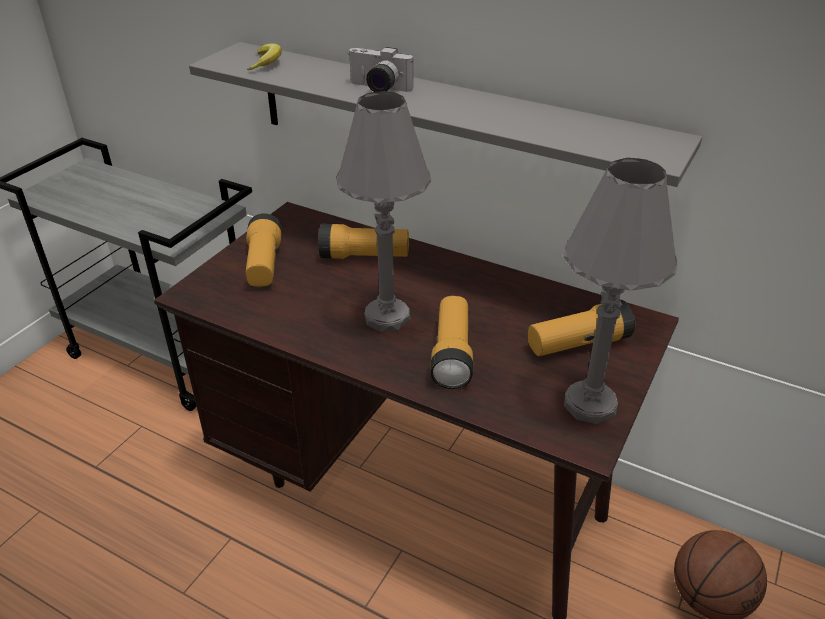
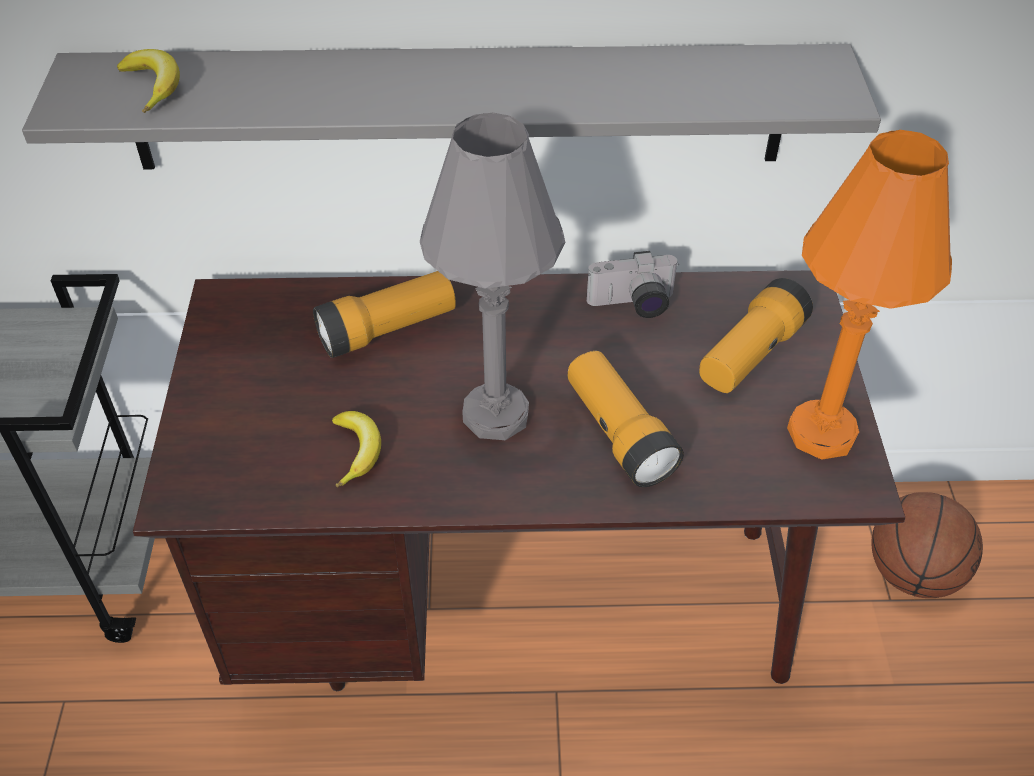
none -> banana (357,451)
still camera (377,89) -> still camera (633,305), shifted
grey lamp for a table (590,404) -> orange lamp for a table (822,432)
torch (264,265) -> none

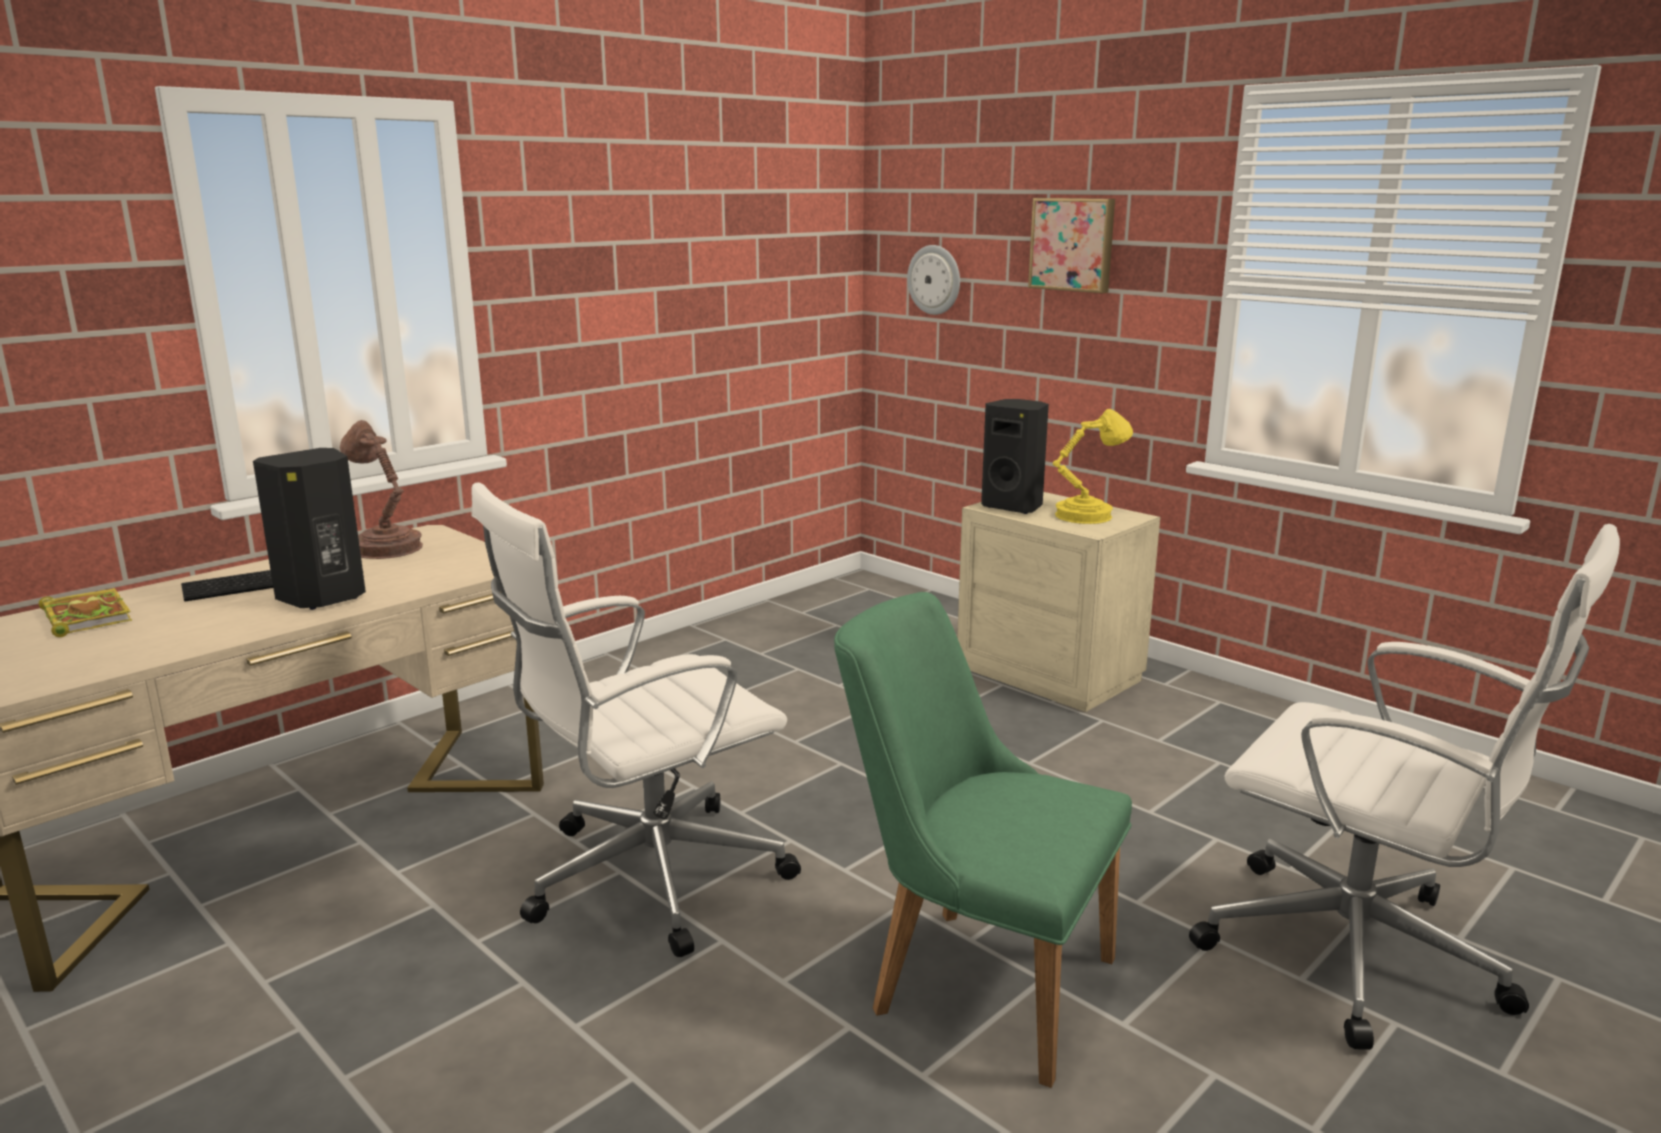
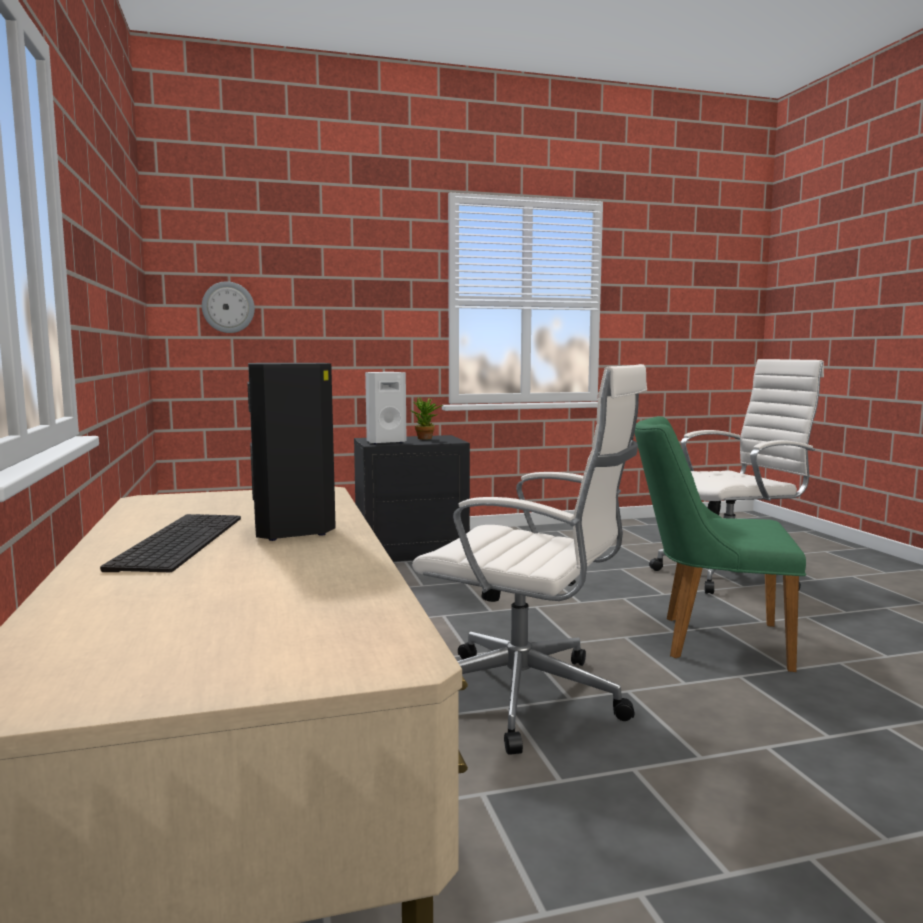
beige bedside table (1051,674) -> blackish bedside table (411,550)
blackish speaker (1014,507) -> white-coloured speaker (385,442)
yellow lamp for a table (1087,515) -> potted plant (426,439)
white-coloured computer chair (647,877) -> white-coloured computer chair (527,699), 60 degrees counterclockwise
green-coloured plain chair (971,979) -> green-coloured plain chair (709,639), 45 degrees clockwise
book (85,617) -> none
brown lamp for a table (384,547) -> none
wall picture (1073,244) -> none

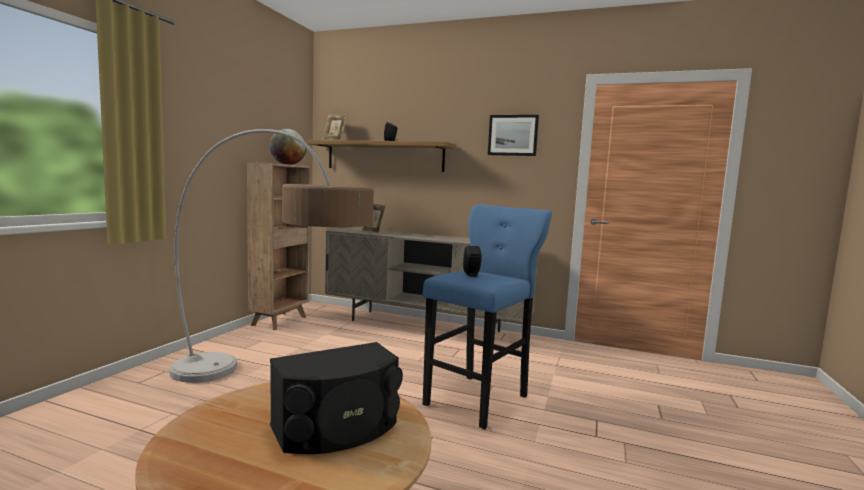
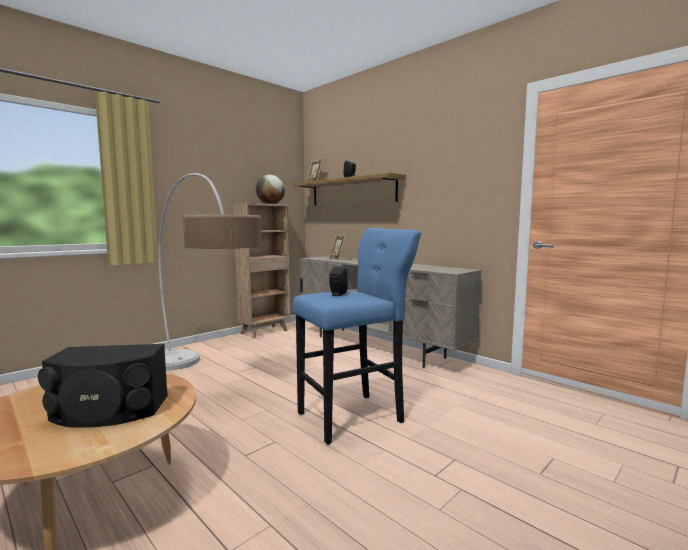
wall picture (513,135) -> none

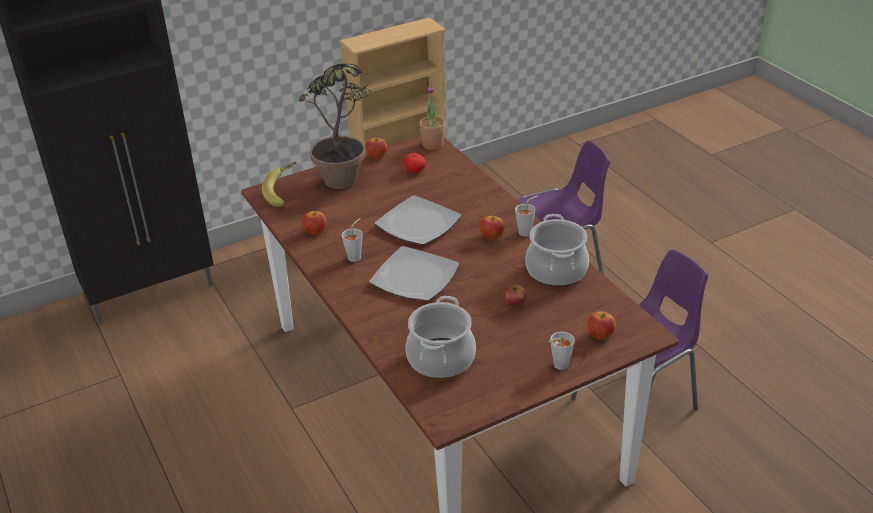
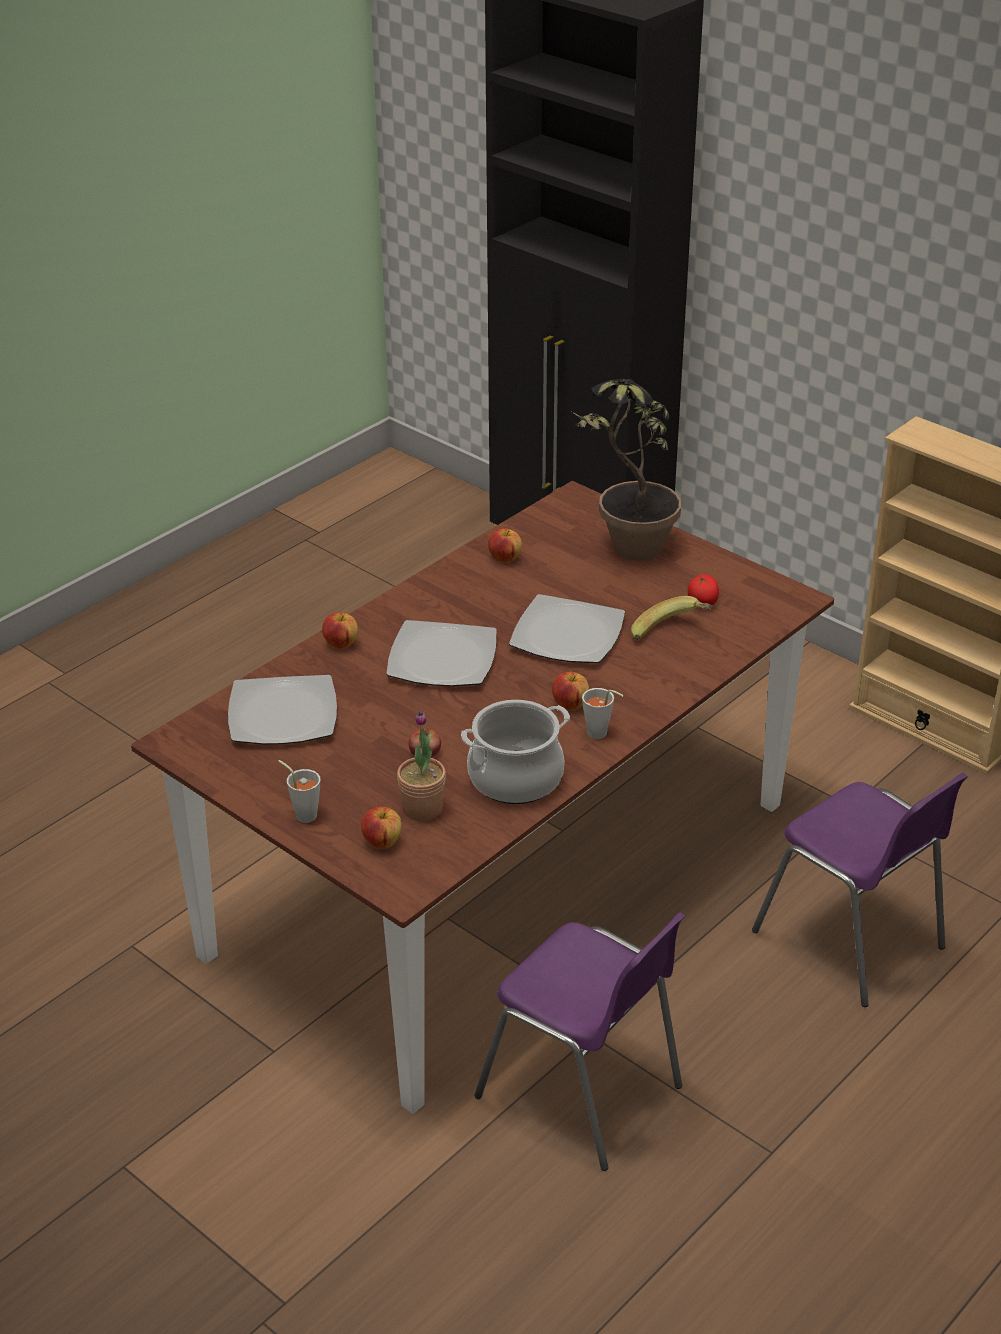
cooking pot (440,358) -> plate (284,714)
apple fruit (376,157) -> apple fruit (341,644), shifted
potted plant (433,144) -> potted plant (422,809), shifted
banana (284,194) -> banana (671,634), shifted
grey small cup (356,256) -> none

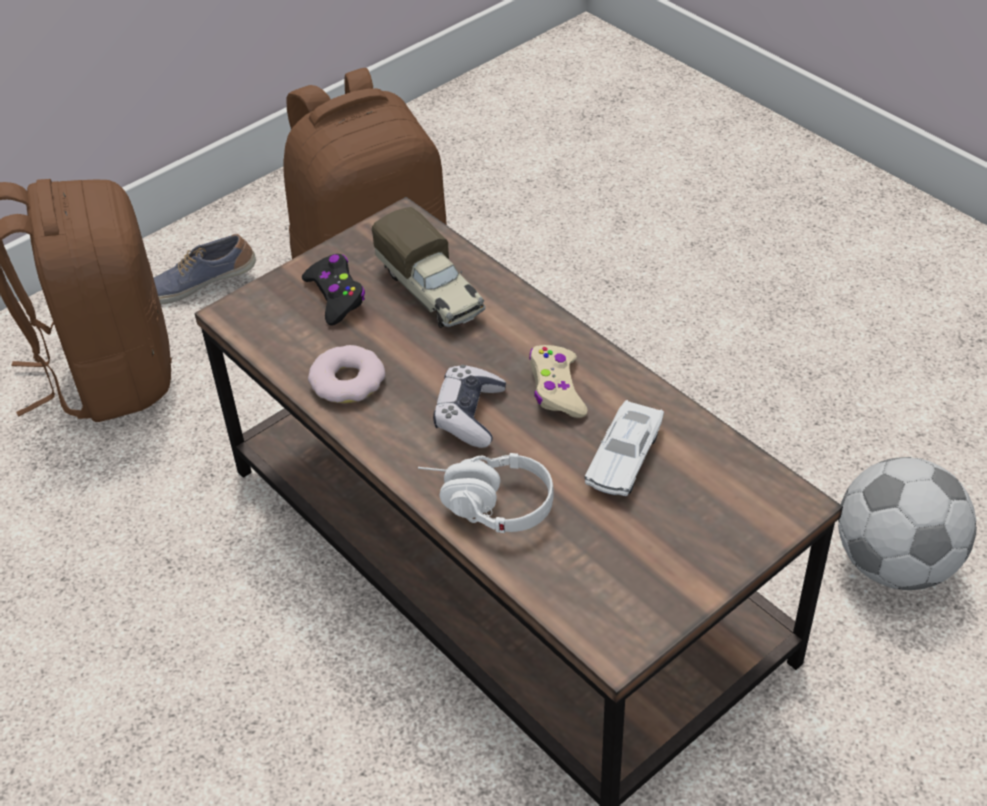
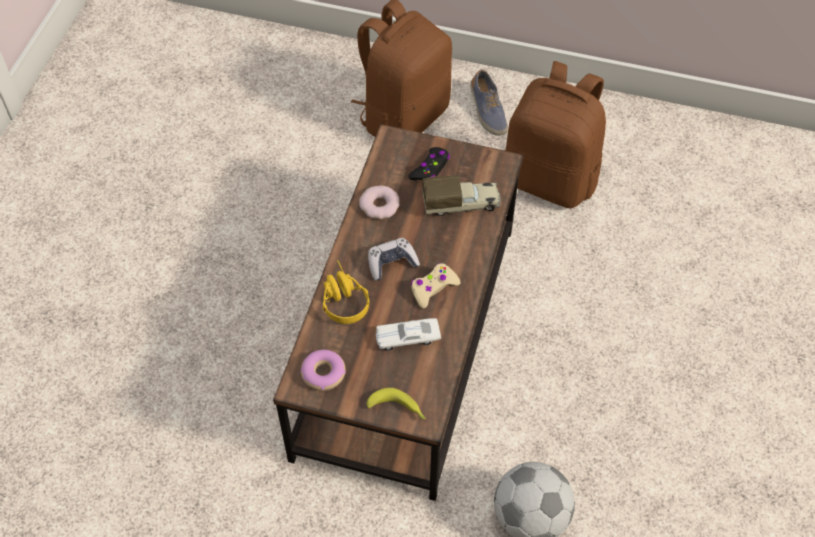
none -> ring doughnut (323,373)
white-coloured pair of headphones (484,505) -> yellow pair of headphones (341,298)
none -> banana (398,409)
toy lorry (432,292) -> toy lorry (461,204), 120 degrees counterclockwise
item of footwear (200,284) -> item of footwear (487,111), 150 degrees counterclockwise

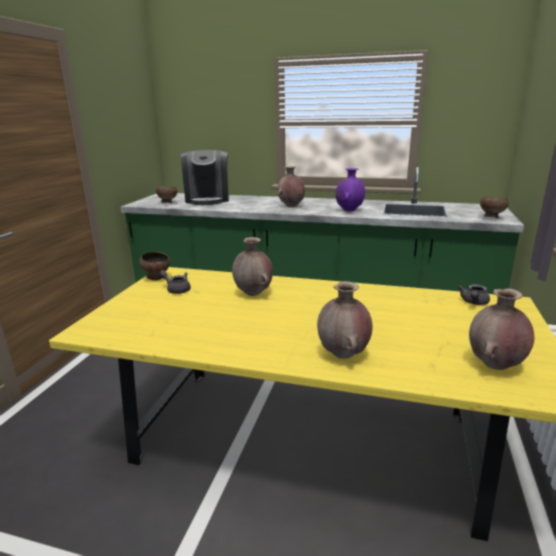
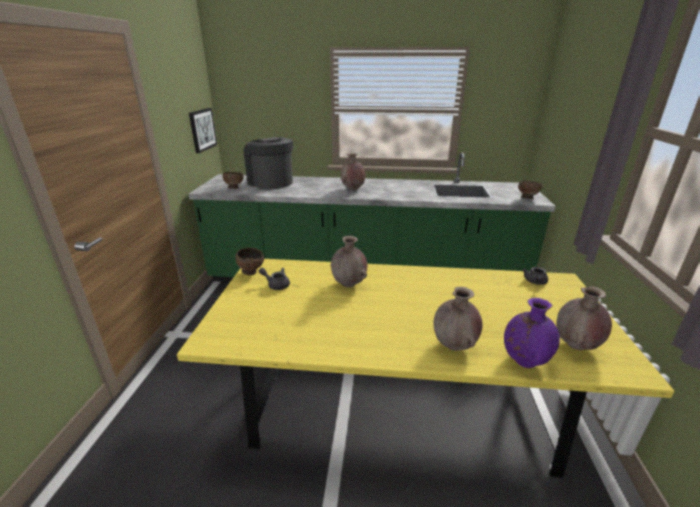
none -> wall picture (202,129)
coffee machine (207,199) -> coffee machine (271,182), 150 degrees clockwise
purple decorative vase (349,210) -> purple decorative vase (524,361), shifted

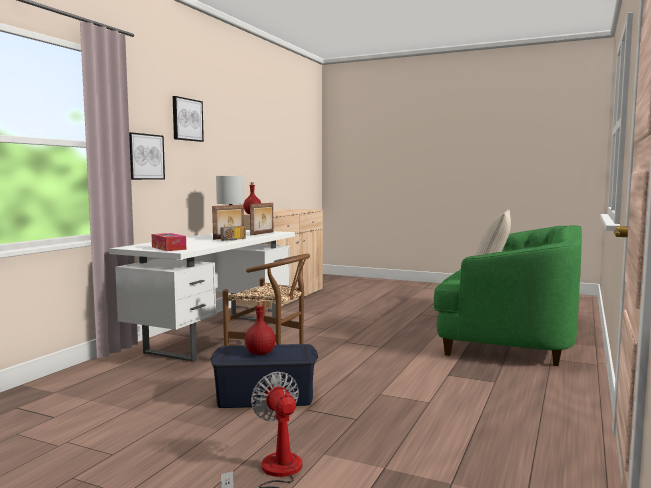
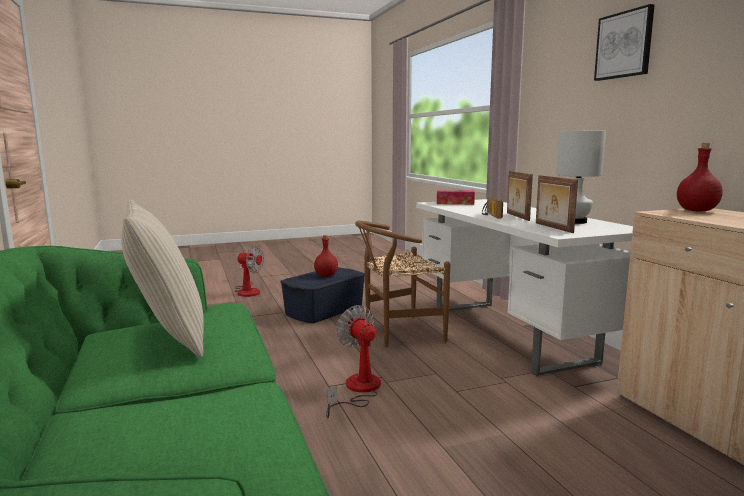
none -> fan (358,390)
wall picture (145,157) -> none

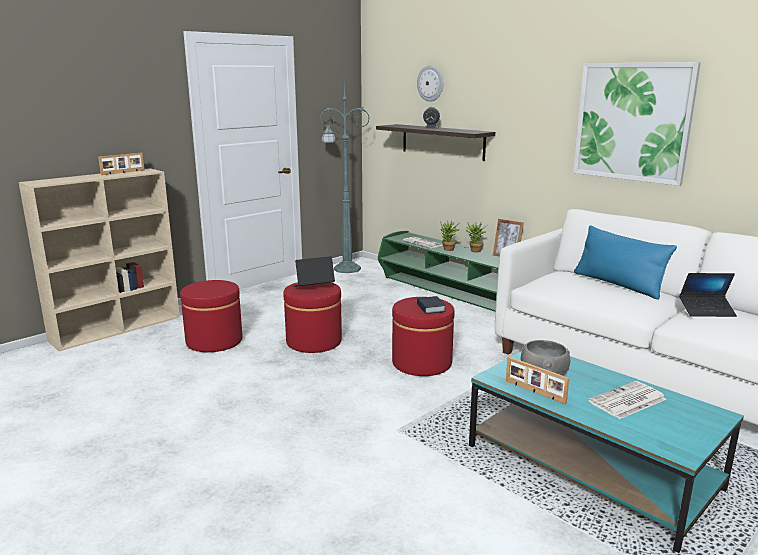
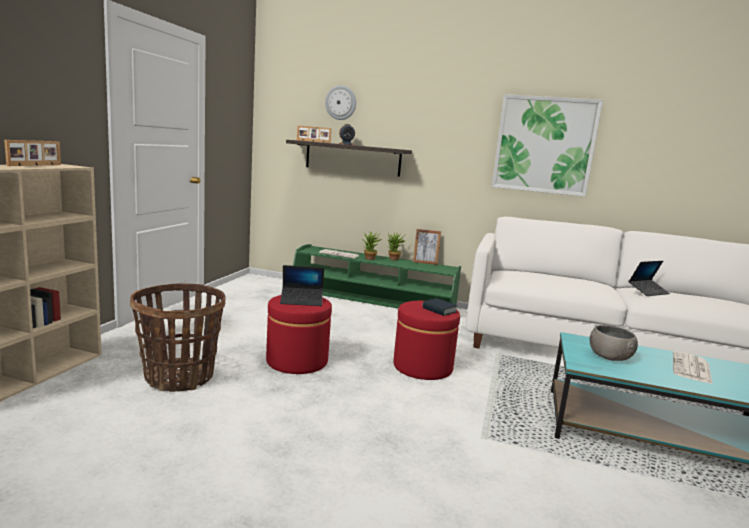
red pouffe (214,341) -> storage basket (180,377)
notebook computer (313,288) -> notebook computer (301,301), 135 degrees counterclockwise
picture frame (534,392) -> picture frame (313,141), shifted
green-coloured standard lamp (345,269) -> none
bluish cushion (617,284) -> none

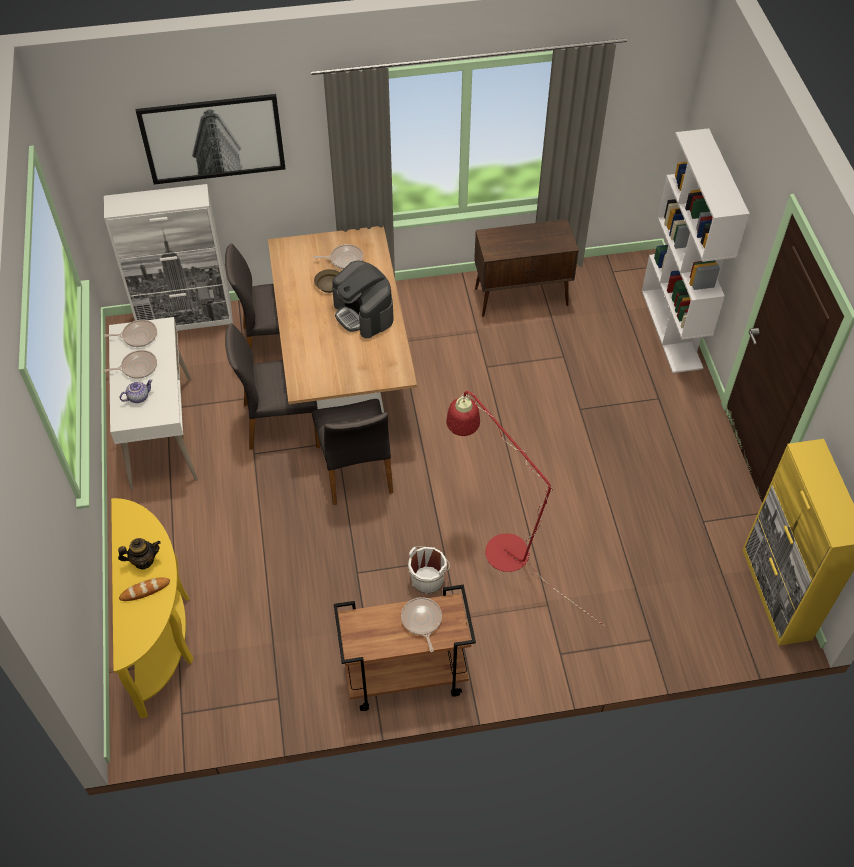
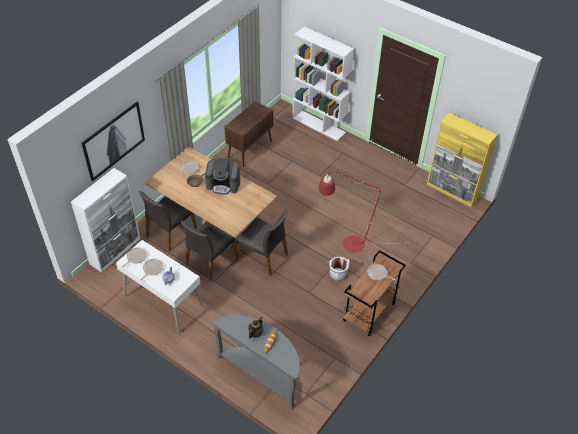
yellow narrow table (162,633) -> grey narrow table (262,373)

